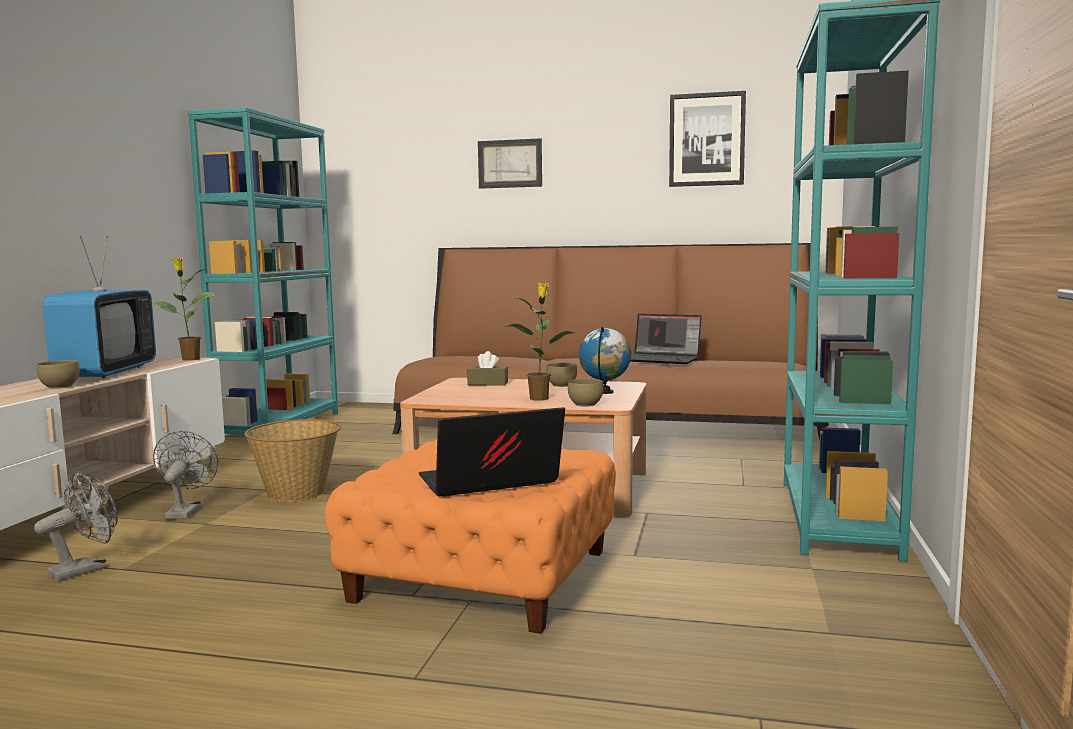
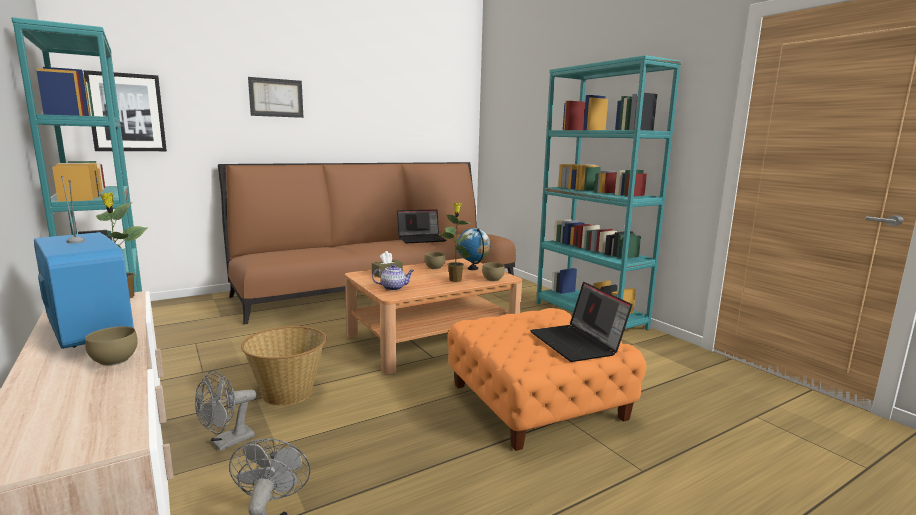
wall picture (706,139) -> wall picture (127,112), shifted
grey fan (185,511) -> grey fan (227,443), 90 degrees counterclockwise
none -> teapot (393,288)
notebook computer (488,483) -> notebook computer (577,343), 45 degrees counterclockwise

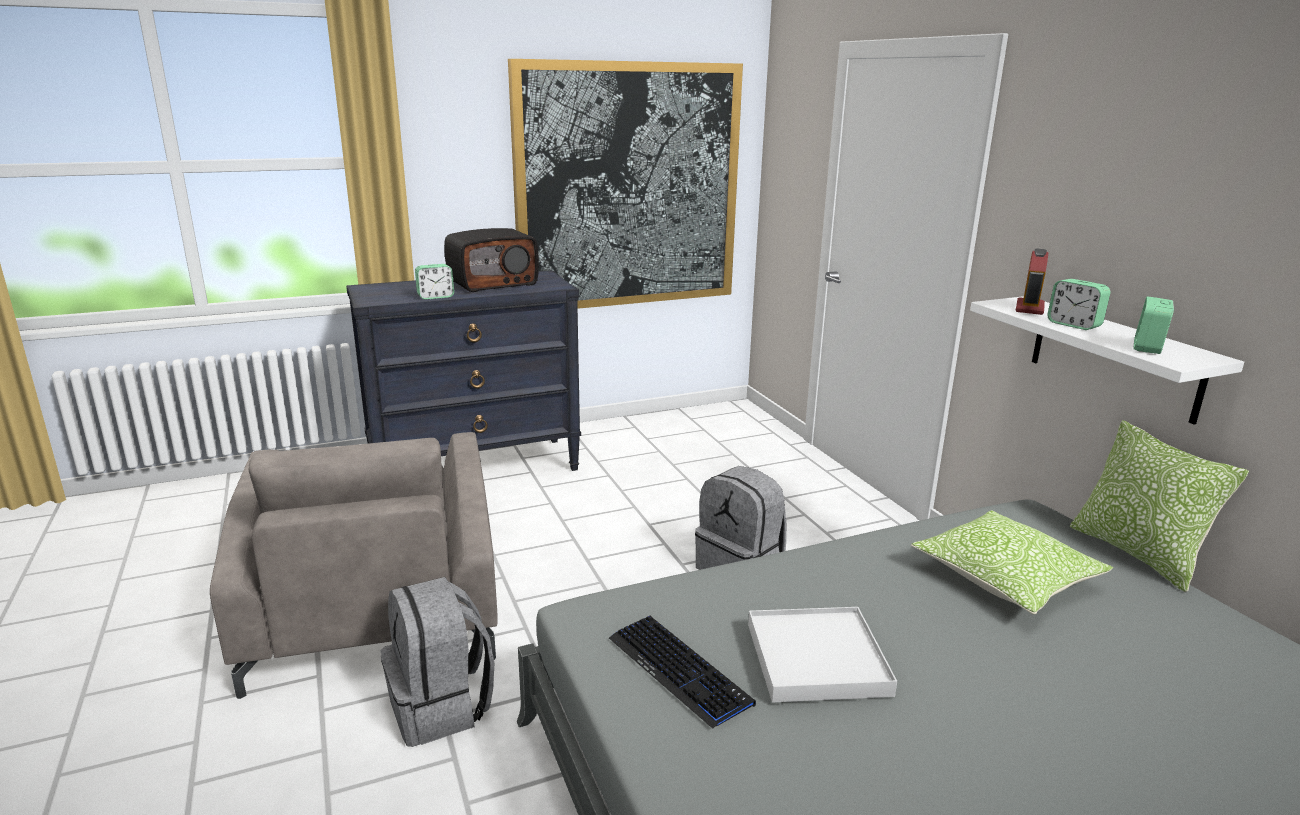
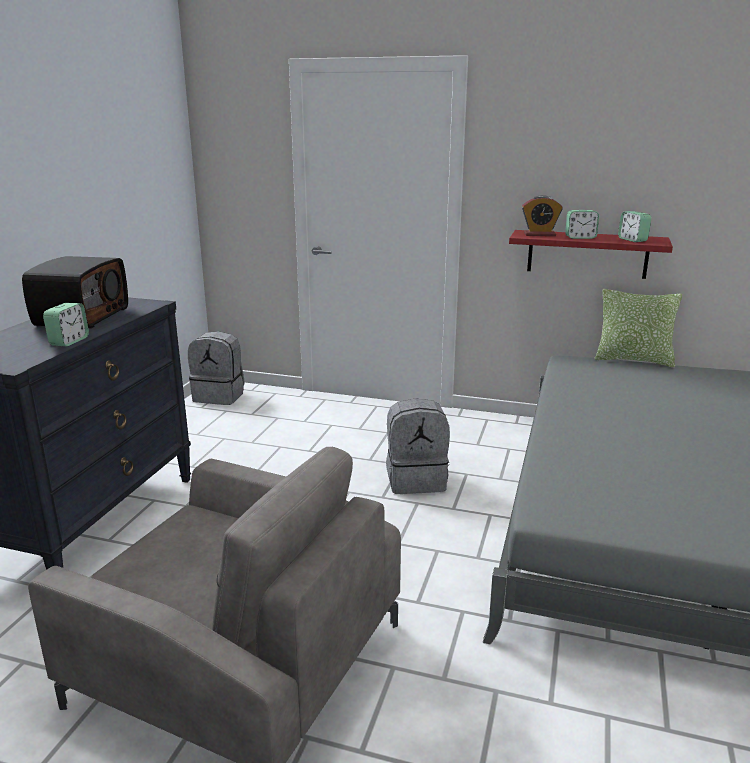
grey knapsack (441,707) -> grey knapsack (220,396), shifted
white-coloured shelf (1114,357) -> red shelf (587,254)
table clock (1029,308) -> table clock (539,234), 60 degrees counterclockwise
wall picture (628,187) -> none
PC keyboard (679,671) -> none
white-coloured tray (817,659) -> none
cushion (1005,578) -> none

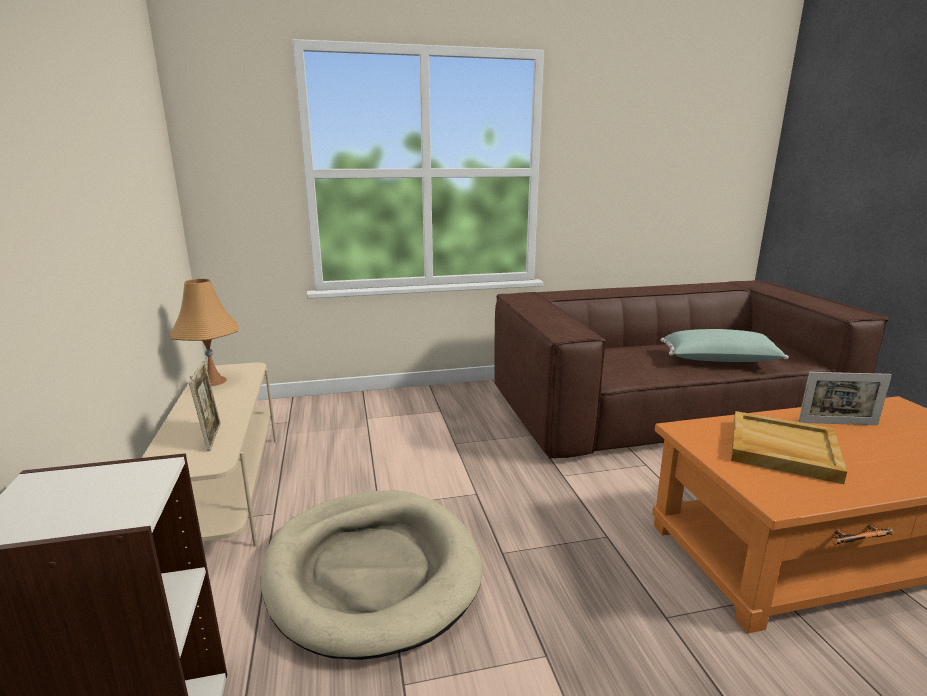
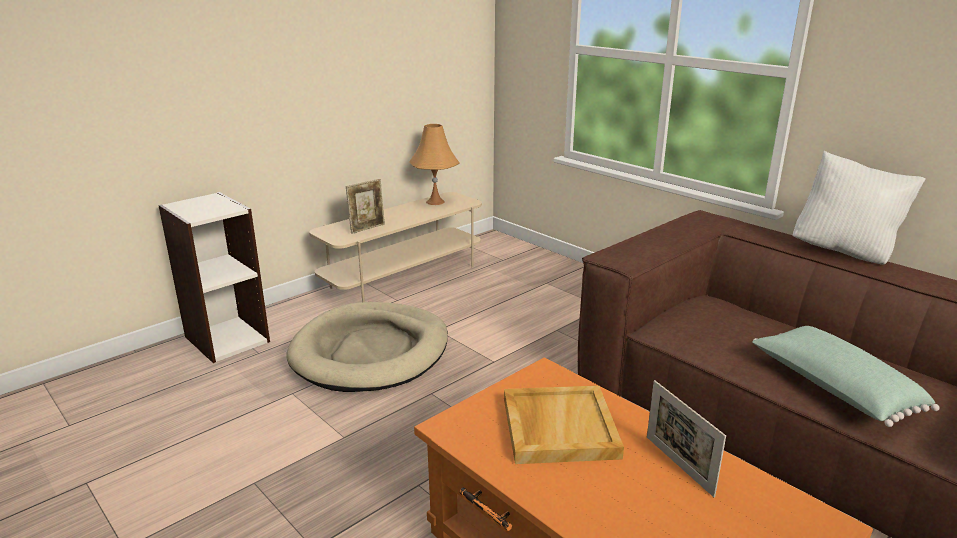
none -> white-coloured cushion (844,253)

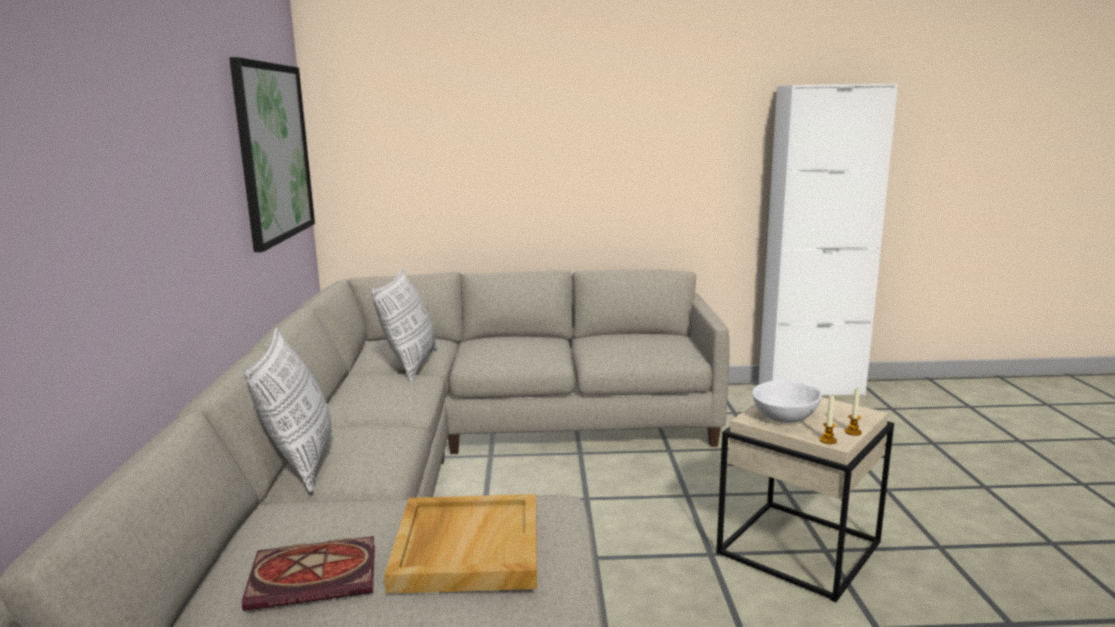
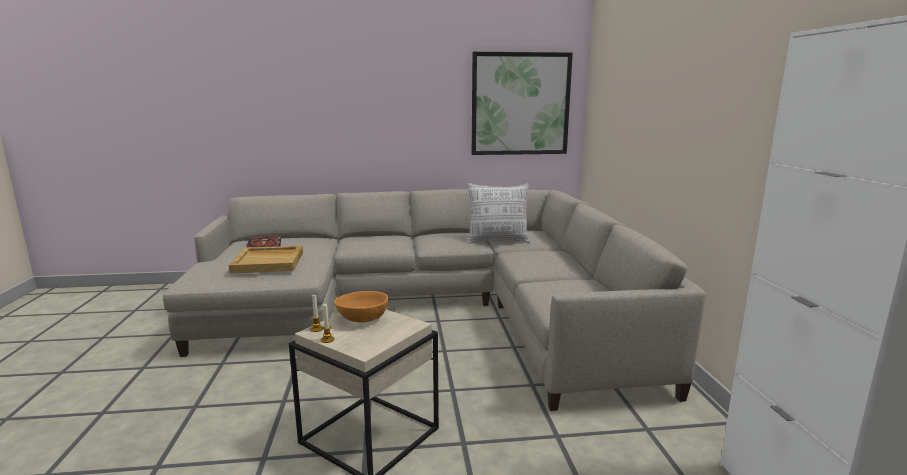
white-coloured bowl (785,417) -> orange bowl (363,319)
cushion (301,462) -> none

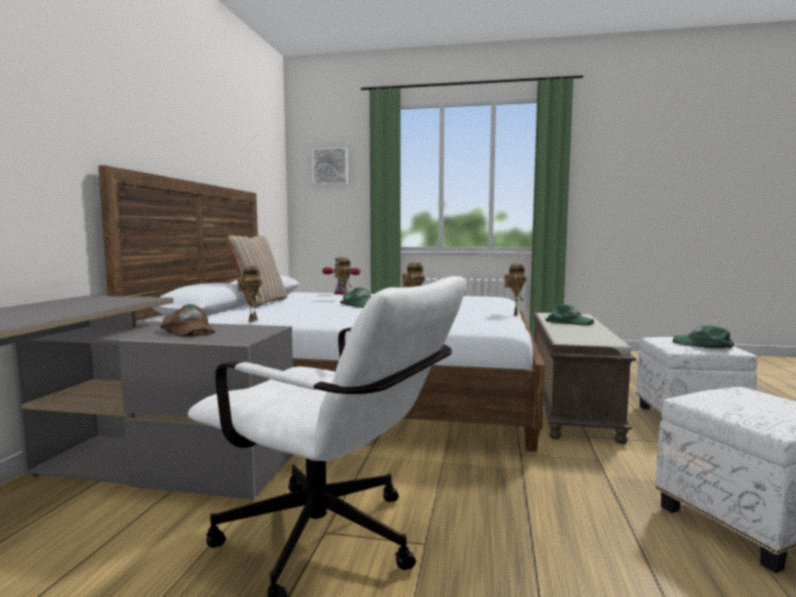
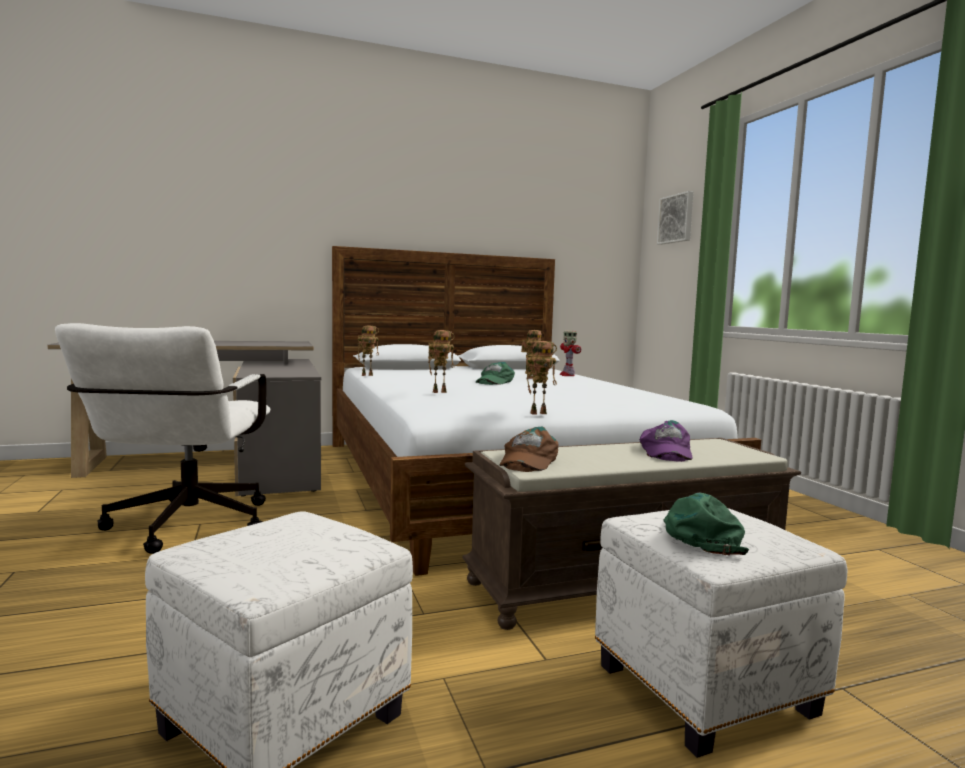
brown peaked cap (188,331) -> brown peaked cap (527,460), shifted
green-coloured peaked cap (569,322) -> purple peaked cap (665,451)
beige cushion (259,303) -> none

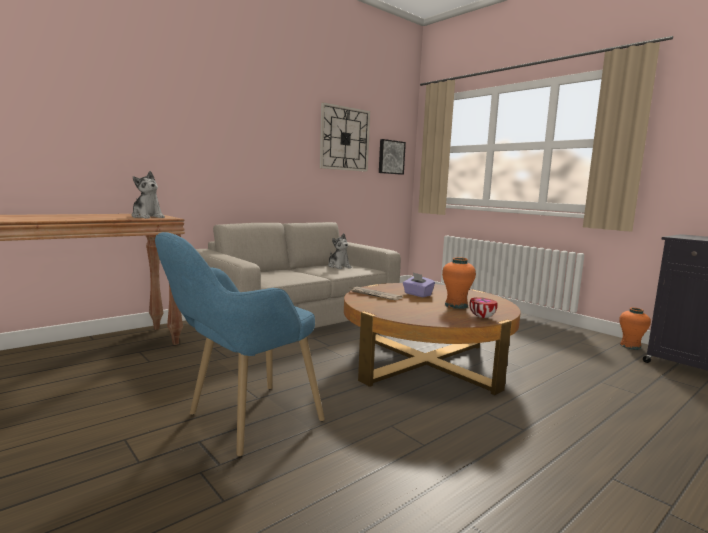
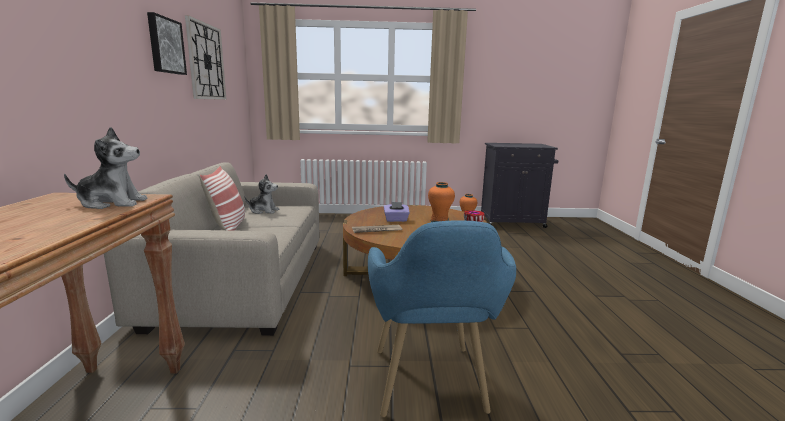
wall picture (390,157) -> wall picture (165,45), shifted
none -> cushion (228,226)

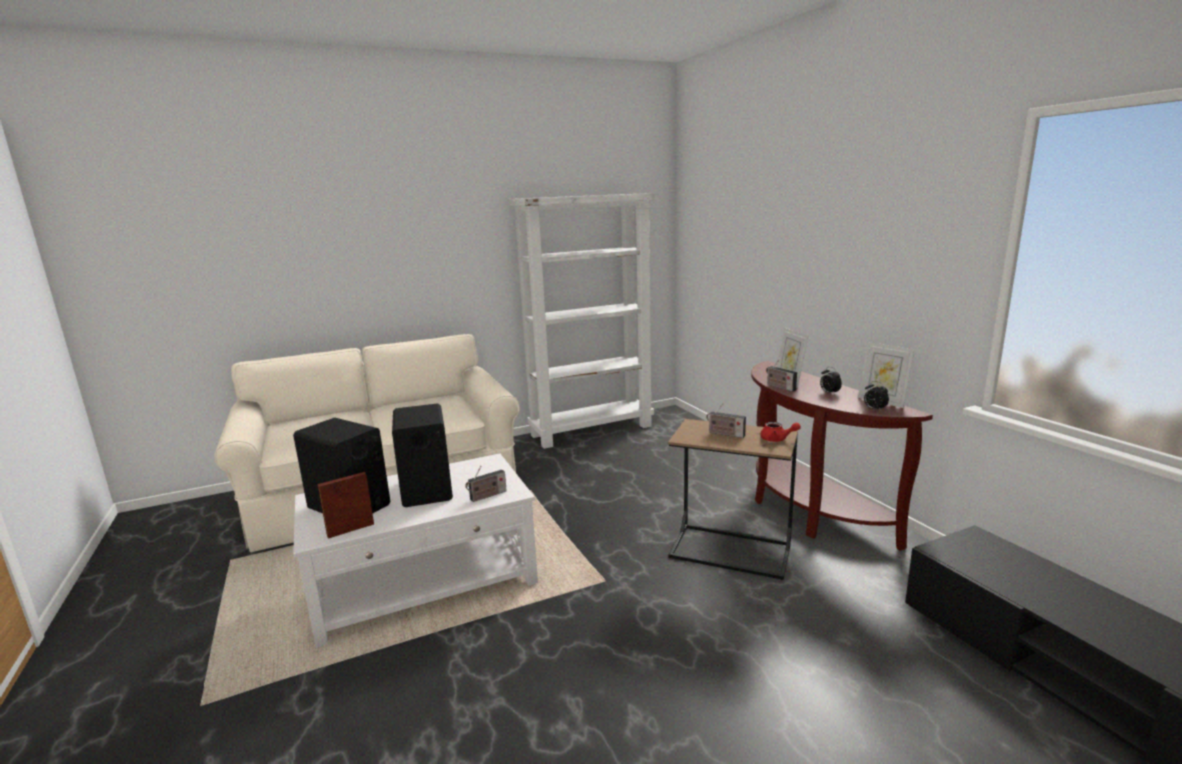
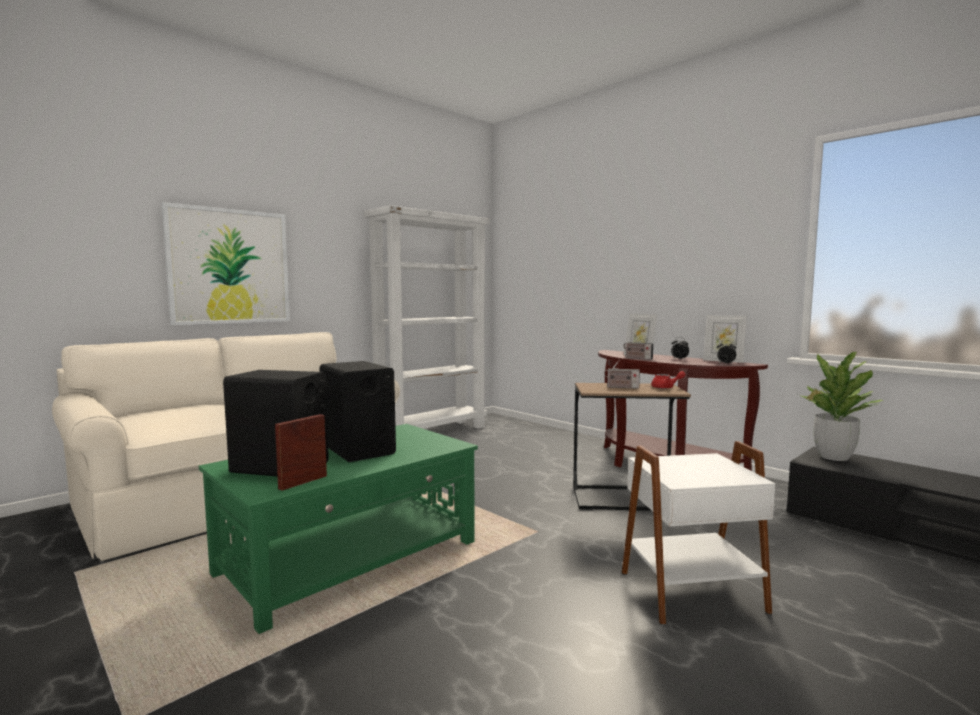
none -> wall picture (229,266)
white-coloured coffee table (425,581) -> green-coloured coffee table (351,557)
none -> white-coloured side table (689,590)
none -> potted plant (833,457)
radio (487,496) -> none

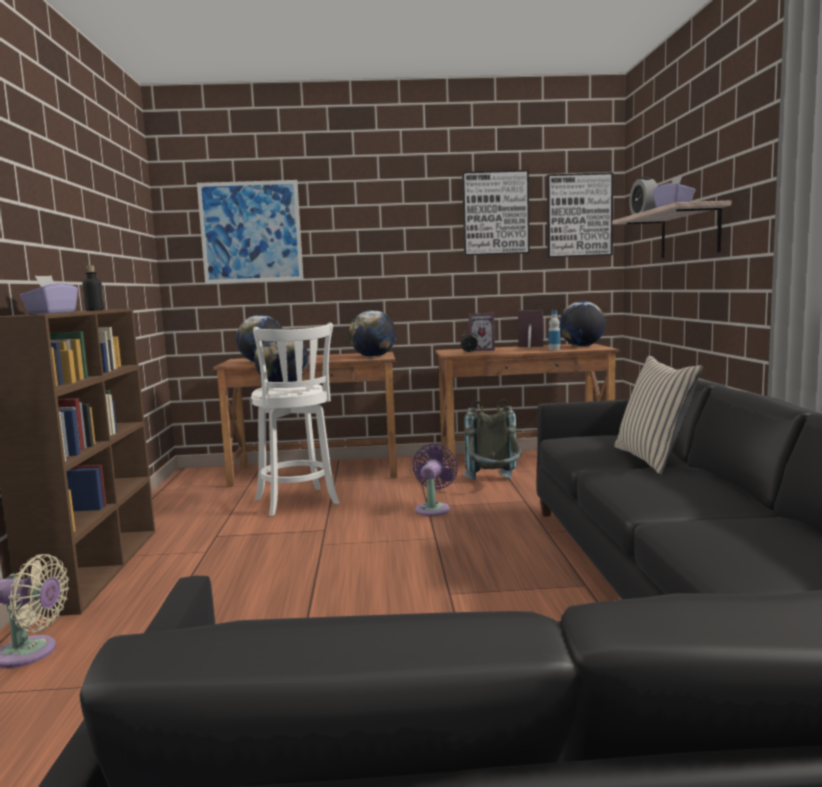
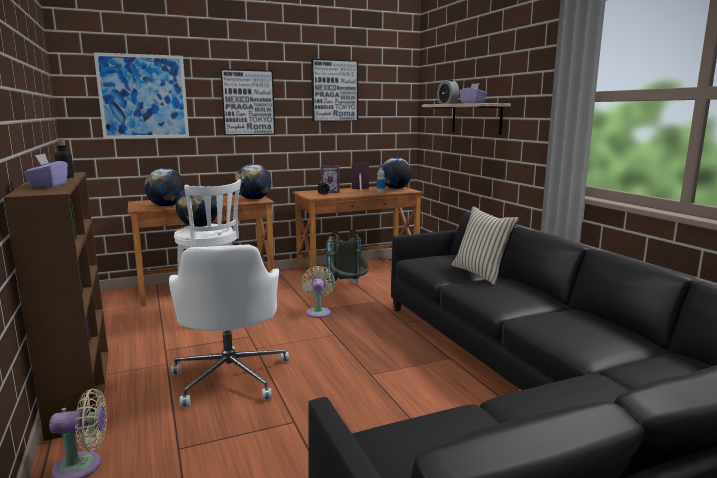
none -> white-coloured computer chair (231,376)
wall picture (579,215) -> wall picture (248,102), shifted
purple fan (433,508) -> beige fan (318,312)

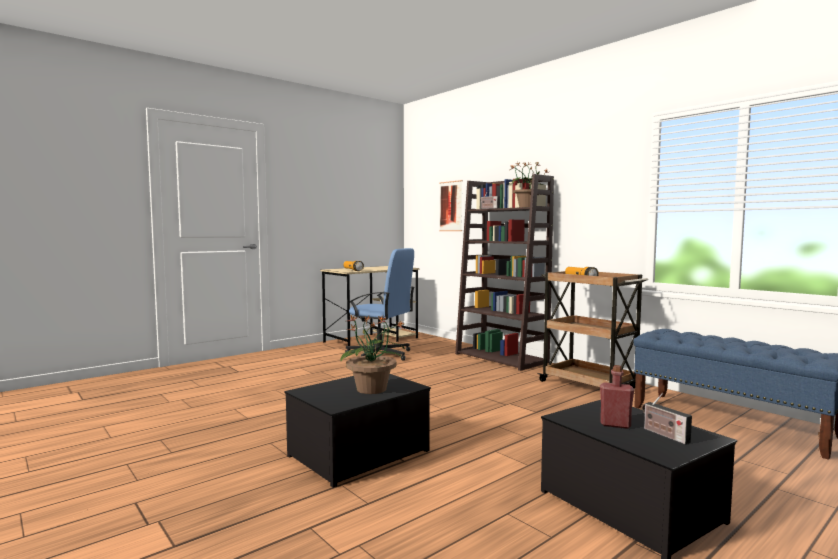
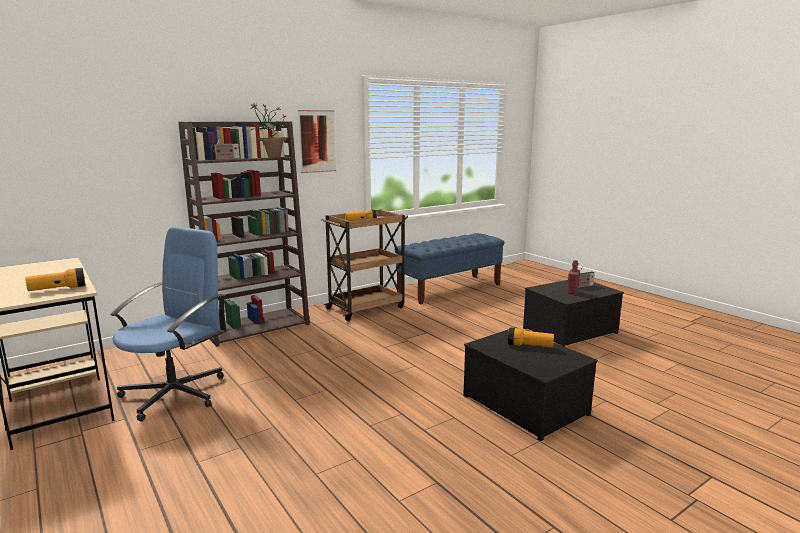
wall picture (451,206) -> wall picture (317,141), shifted
potted plant (372,389) -> torch (529,346)

